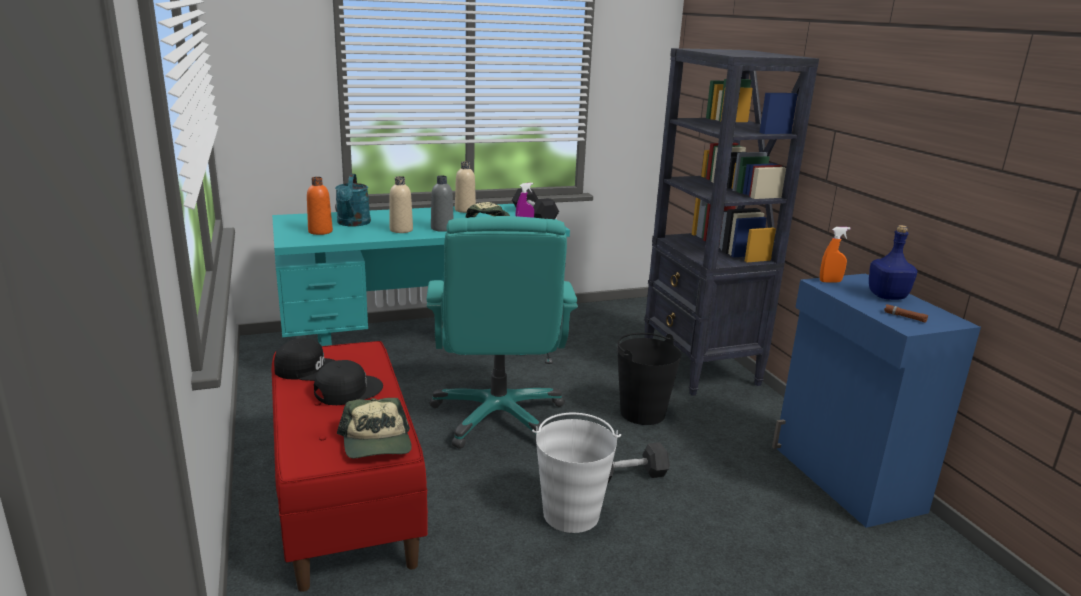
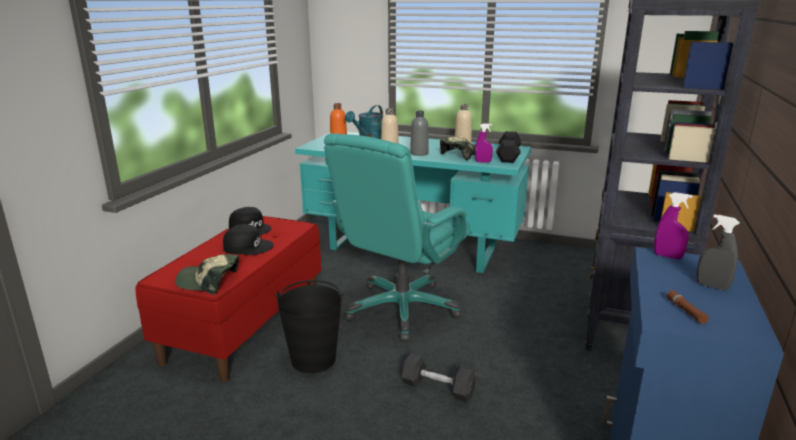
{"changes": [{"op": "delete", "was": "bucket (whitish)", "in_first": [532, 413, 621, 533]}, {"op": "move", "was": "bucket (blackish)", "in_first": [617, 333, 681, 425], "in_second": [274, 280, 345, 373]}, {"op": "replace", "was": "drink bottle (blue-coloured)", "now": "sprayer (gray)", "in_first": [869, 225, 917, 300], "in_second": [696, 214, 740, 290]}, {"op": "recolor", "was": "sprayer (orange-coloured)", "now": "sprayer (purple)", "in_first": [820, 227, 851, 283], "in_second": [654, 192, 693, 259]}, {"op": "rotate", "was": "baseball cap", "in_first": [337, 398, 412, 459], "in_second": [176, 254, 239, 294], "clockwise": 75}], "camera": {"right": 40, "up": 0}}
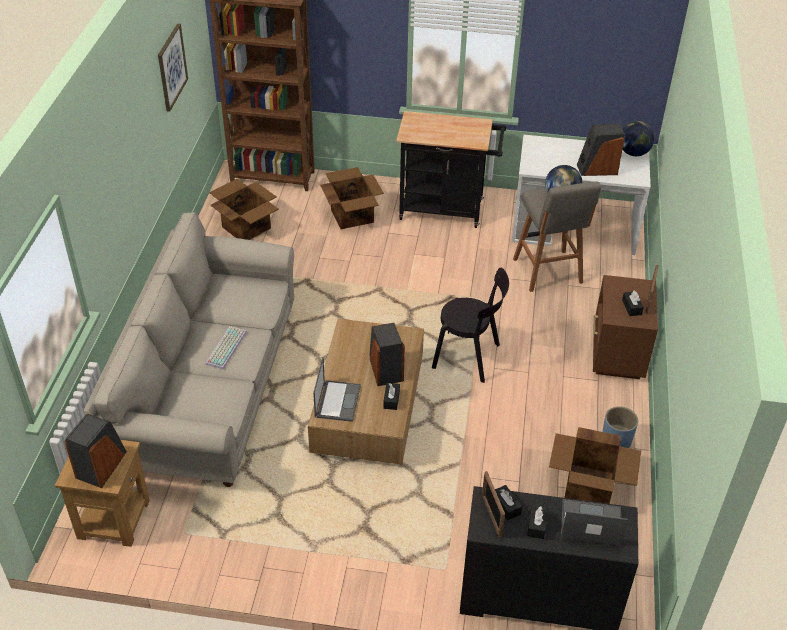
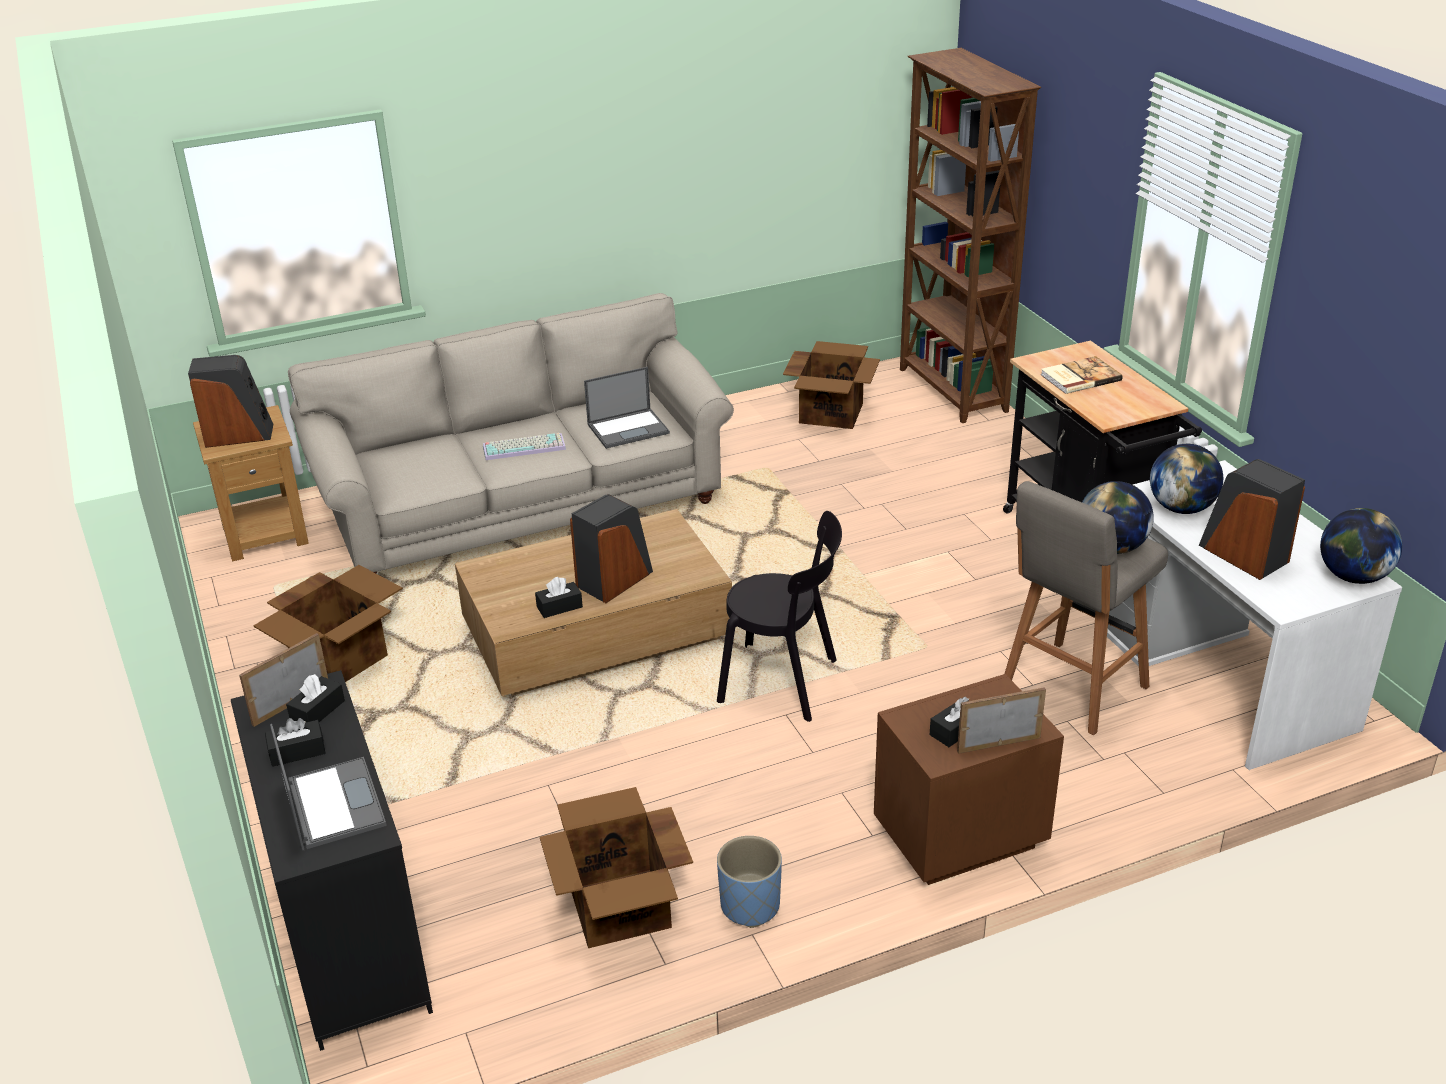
{"changes": [{"op": "delete", "was": "picture", "in_first": [158, 23, 188, 112]}, {"op": "insert", "now": "bound book", "in_second": [1040, 356, 1122, 394]}, {"op": "insert", "now": "desk globe", "in_second": [1150, 444, 1223, 514]}, {"op": "move", "was": "notebook computer", "in_first": [313, 357, 361, 422], "in_second": [584, 367, 670, 449]}, {"op": "move", "was": "cardboard box", "in_first": [320, 167, 384, 229], "in_second": [253, 565, 403, 682]}, {"op": "rotate", "was": "upright chair (blackish)", "in_first": [432, 268, 509, 383], "in_second": [717, 511, 842, 722], "clockwise": -60}], "camera": {"right": 60, "up": -10}}
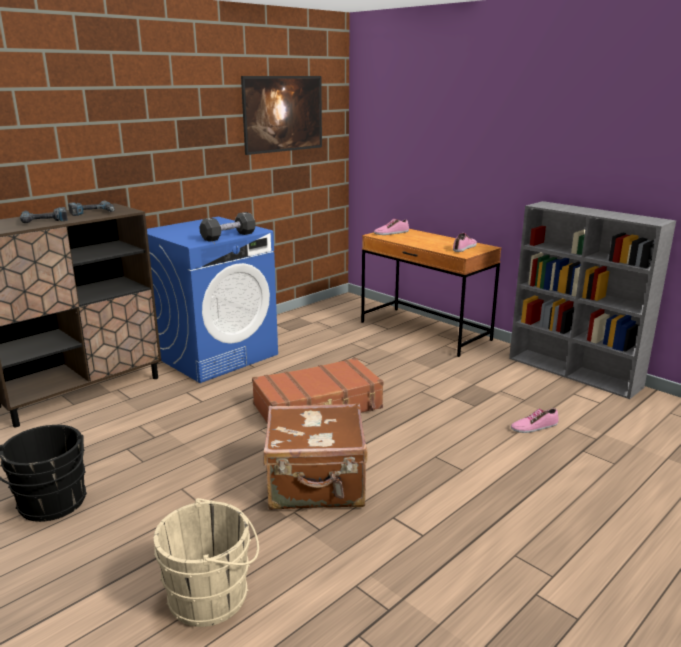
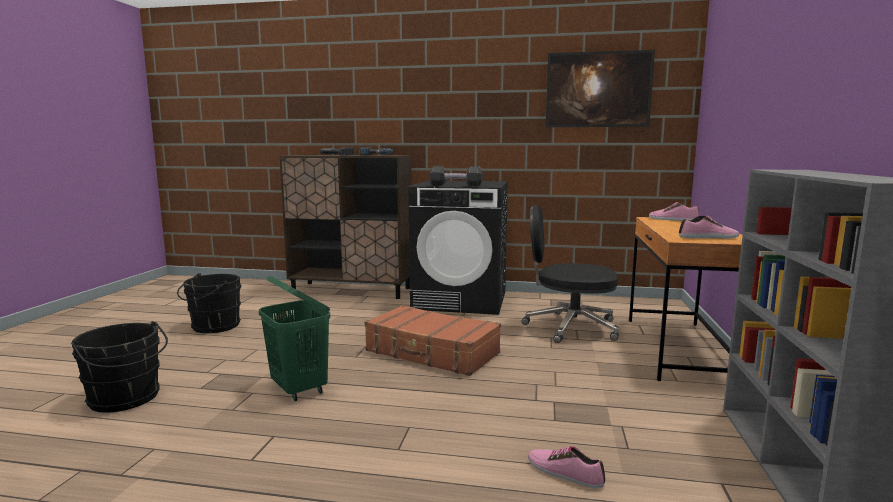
{"changes": [{"op": "insert", "now": "desk chair (blackish)", "in_second": [522, 205, 619, 343]}, {"op": "replace", "was": "travel case (brown)", "now": "washing basket (green)", "in_first": [264, 403, 368, 510], "in_second": [259, 276, 330, 401]}, {"op": "recolor", "was": "laundry appliance (blue-coloured)", "now": "laundry appliance (blackish)", "in_first": [147, 217, 278, 383], "in_second": [408, 180, 508, 315]}, {"op": "recolor", "was": "bucket (sand-coloured)", "now": "bucket (blackish)", "in_first": [154, 498, 259, 627], "in_second": [71, 321, 168, 412]}], "camera": {"right": 55, "up": -10}}
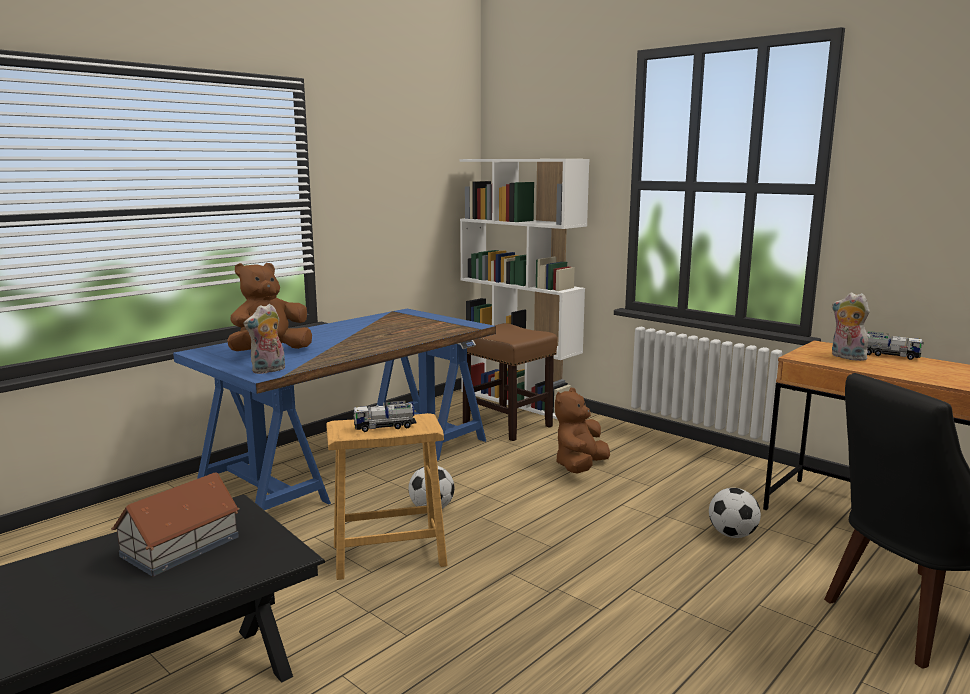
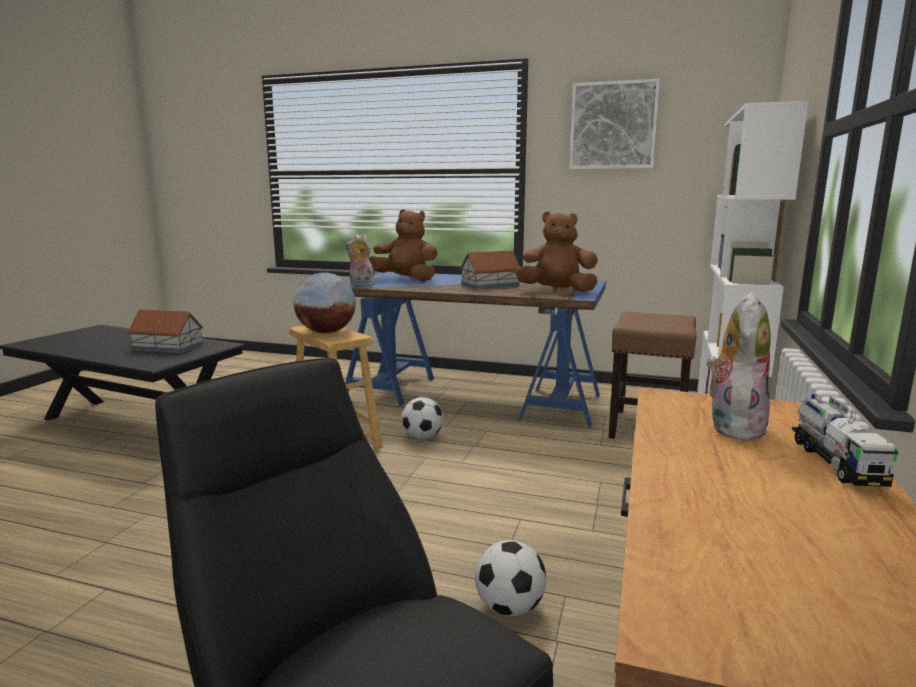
{"changes": [{"op": "insert", "now": "model house", "in_second": [460, 251, 520, 289]}, {"op": "insert", "now": "picture", "in_second": [569, 79, 660, 169]}, {"op": "move", "was": "plush toy (brown)", "in_first": [555, 388, 610, 474], "in_second": [515, 211, 598, 292]}, {"op": "replace", "was": "toy lorry", "now": "desk globe", "in_first": [352, 400, 416, 432], "in_second": [293, 272, 356, 333]}], "camera": {"right": 65, "up": 0}}
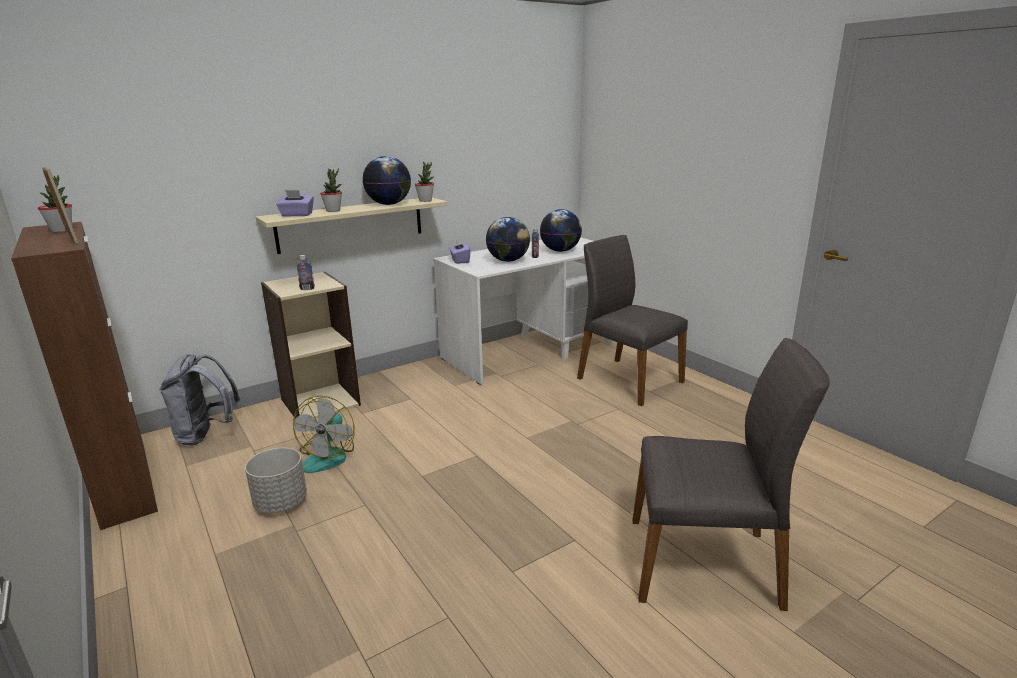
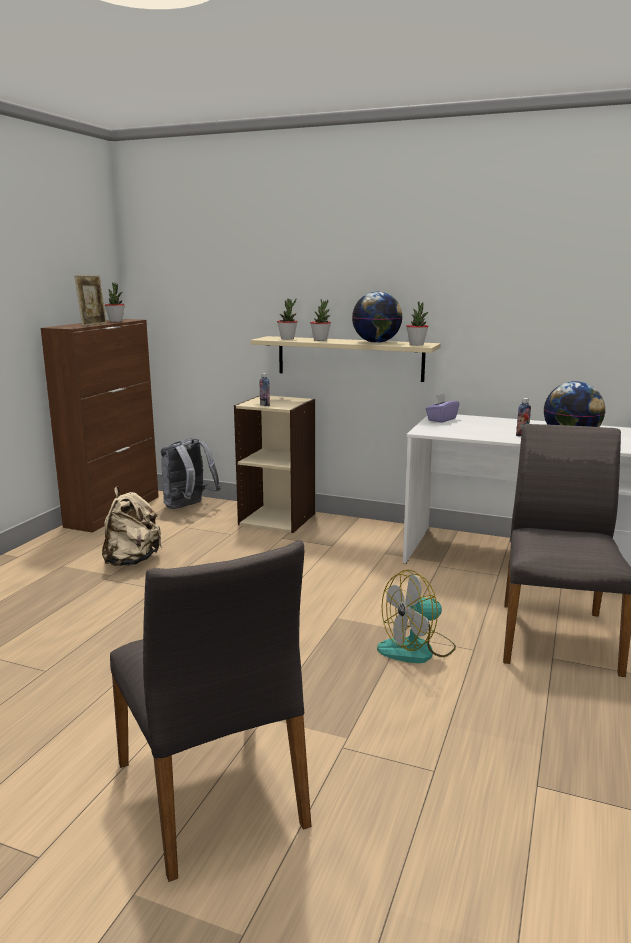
{"changes": [{"op": "delete", "was": "desk globe", "in_first": [486, 217, 530, 262]}, {"op": "move", "was": "fan", "in_first": [293, 395, 355, 473], "in_second": [377, 569, 456, 663]}, {"op": "replace", "was": "flower pot (gray)", "now": "backpack (sand-coloured)", "in_first": [245, 448, 307, 513], "in_second": [102, 486, 162, 566]}, {"op": "replace", "was": "box of tissues (purple)", "now": "houseplant", "in_first": [276, 190, 314, 217], "in_second": [277, 299, 298, 340]}], "camera": {"right": 55, "up": -5}}
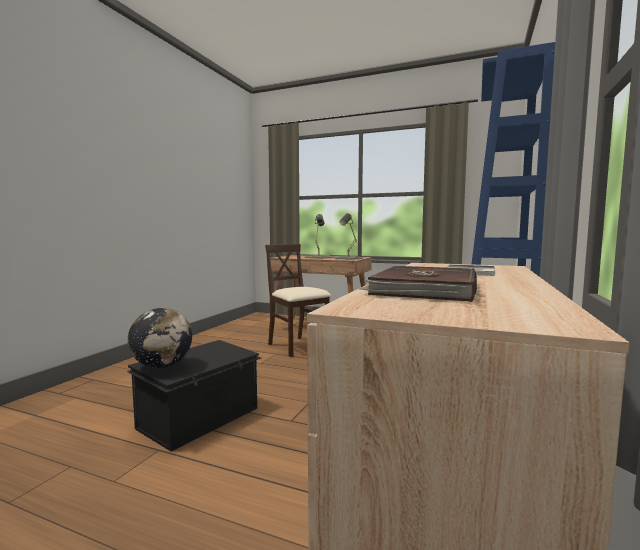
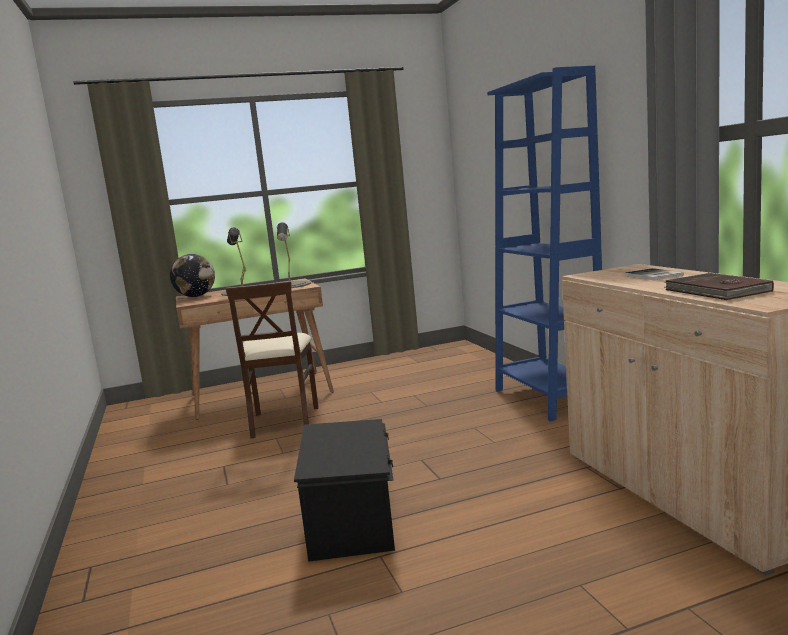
{"changes": [{"op": "move", "was": "desk globe", "in_first": [128, 308, 192, 368], "in_second": [170, 254, 215, 297]}, {"op": "rotate", "was": "upright chair (sand-coloured)", "in_first": [265, 244, 331, 357], "in_second": [226, 281, 319, 439], "clockwise": -105}], "camera": {"right": -40, "up": 5}}
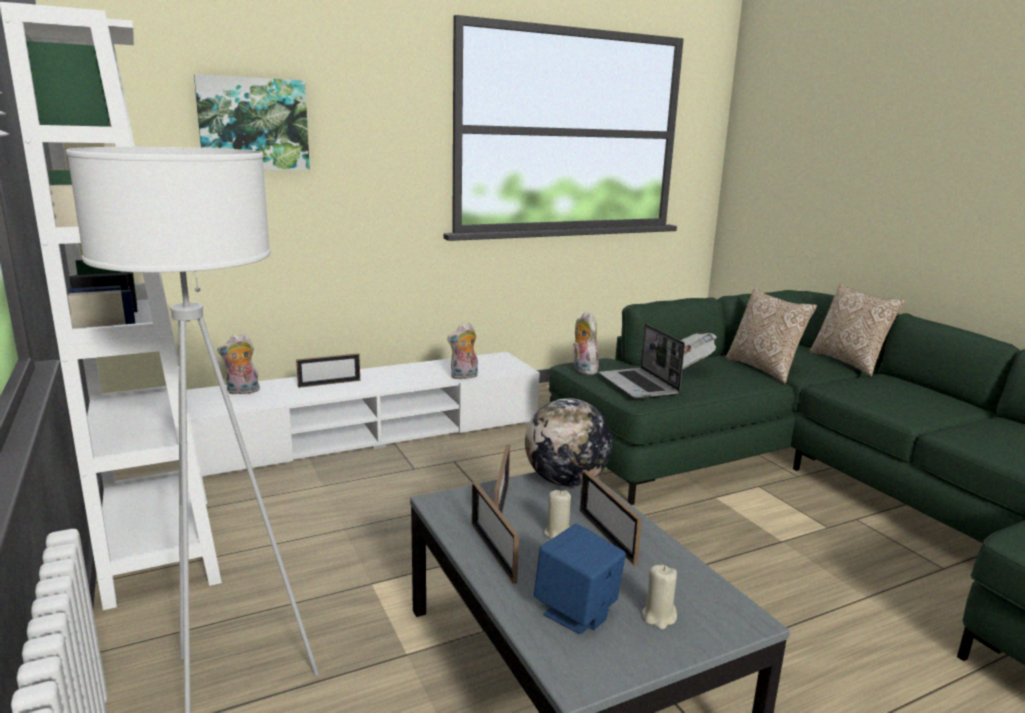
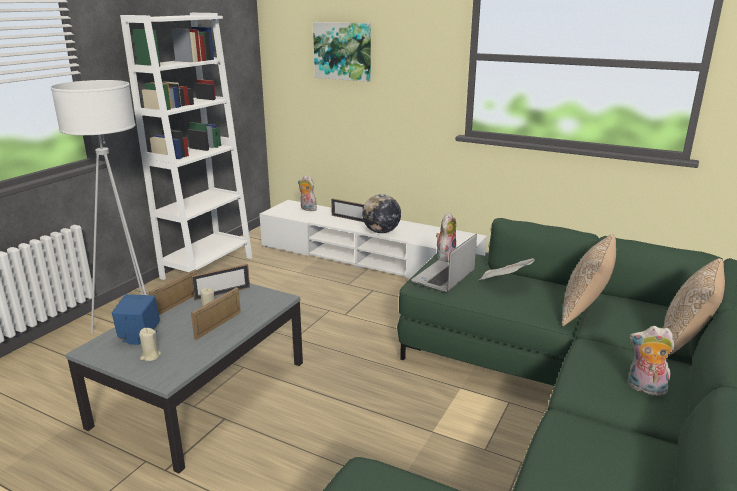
{"changes": [{"op": "move", "was": "plush toy", "in_first": [447, 323, 478, 379], "in_second": [628, 326, 675, 396]}, {"op": "move", "was": "desk globe", "in_first": [525, 398, 612, 486], "in_second": [362, 194, 401, 233]}], "camera": {"right": 55, "up": 5}}
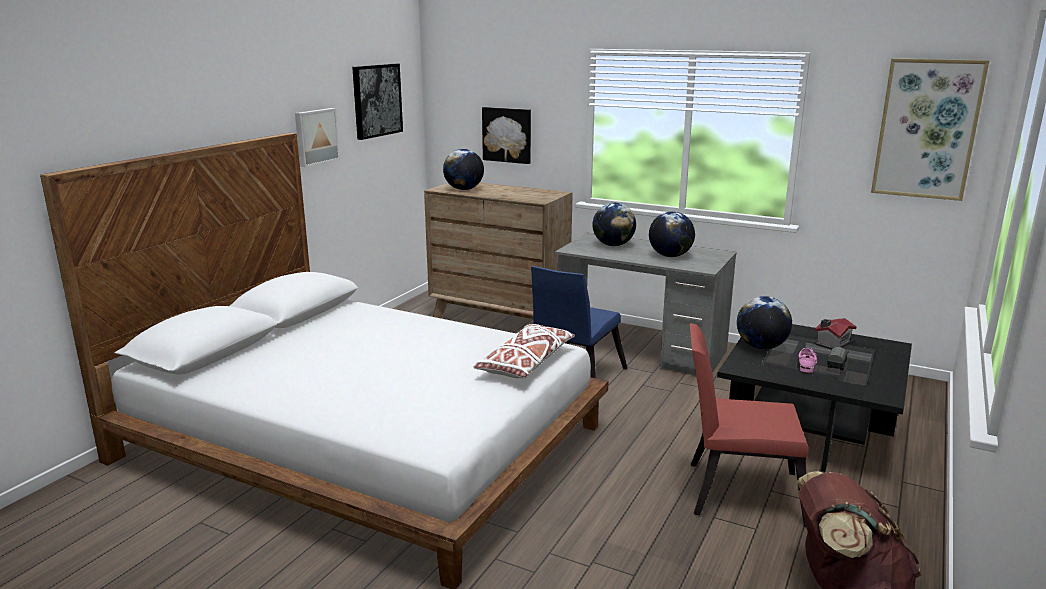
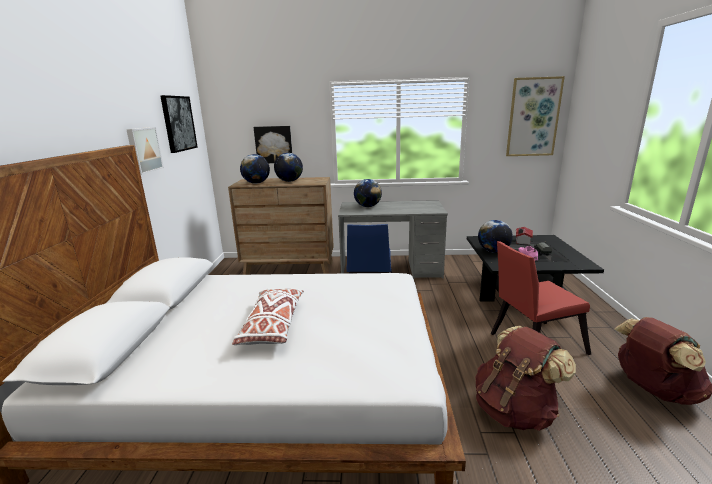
{"changes": [{"op": "insert", "now": "backpack (brown)", "in_second": [475, 326, 576, 431]}, {"op": "move", "was": "pillow (whitish)", "in_first": [474, 324, 575, 378], "in_second": [232, 289, 304, 345]}, {"op": "move", "was": "desk globe", "in_first": [649, 211, 695, 257], "in_second": [274, 153, 303, 182]}], "camera": {"right": -25, "up": 0}}
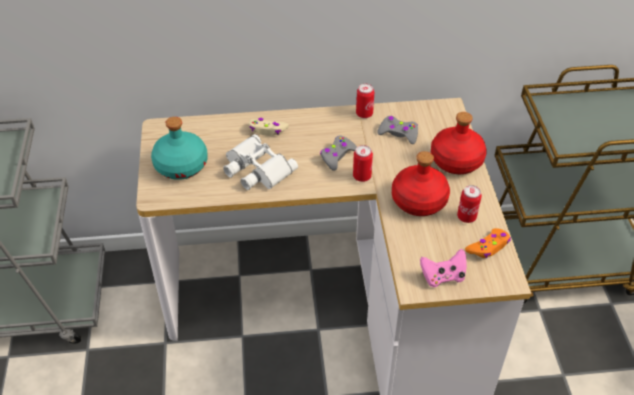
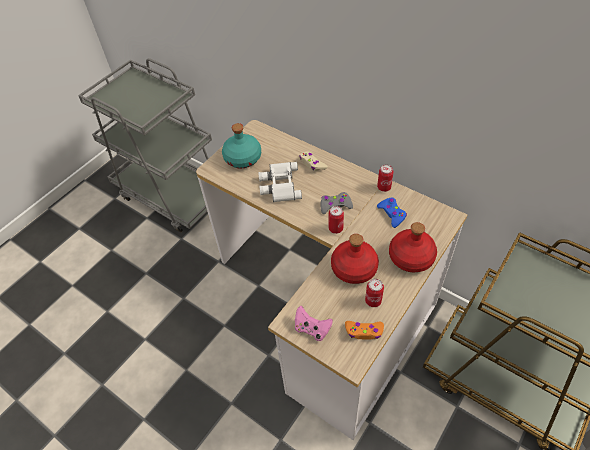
{"changes": [{"op": "recolor", "was": "joypad (gray)", "now": "joypad (blue-coloured)", "in_first": [377, 116, 418, 144], "in_second": [377, 198, 407, 228]}], "camera": {"right": 45, "up": 5}}
